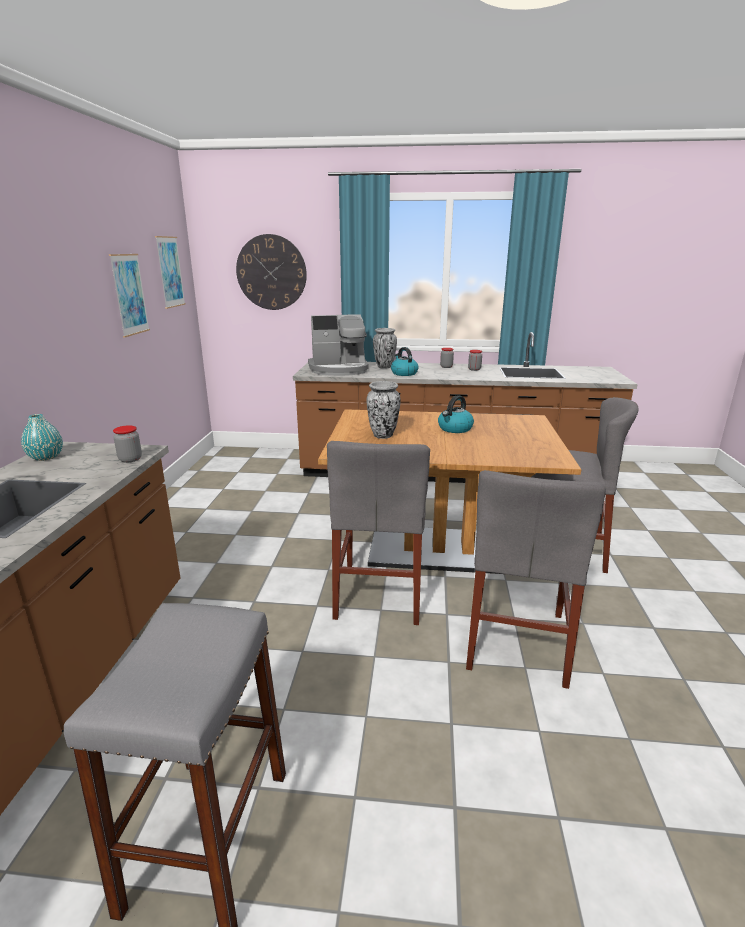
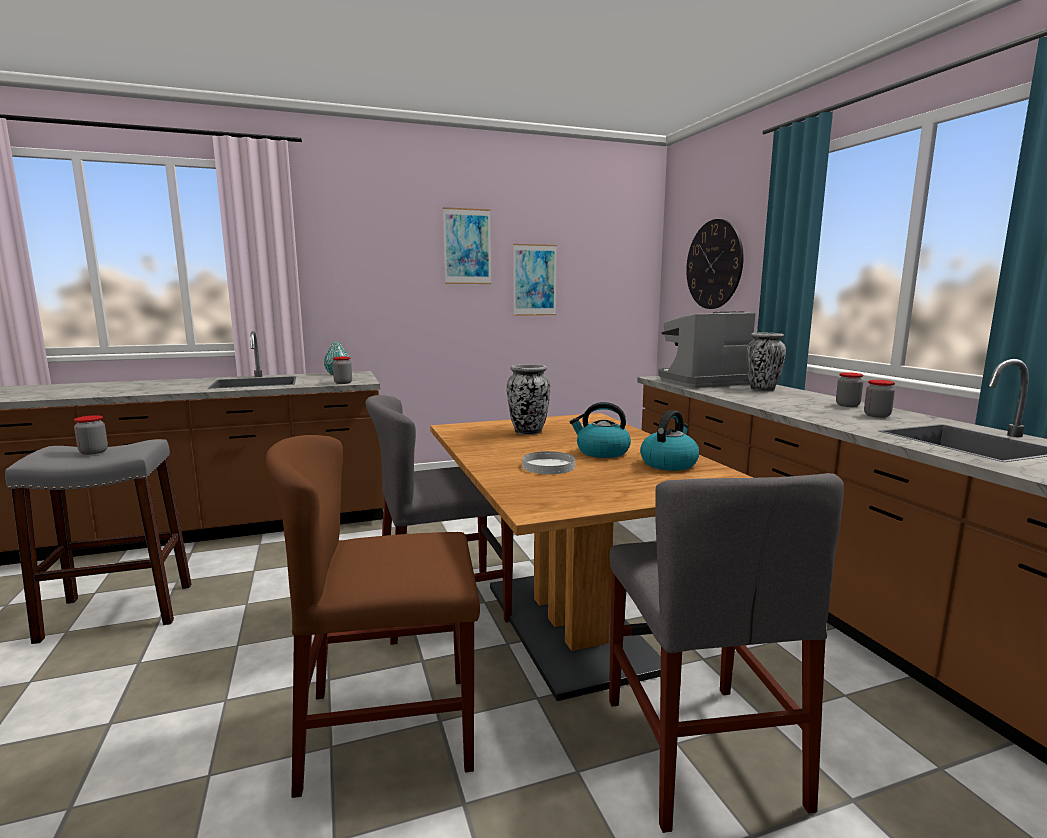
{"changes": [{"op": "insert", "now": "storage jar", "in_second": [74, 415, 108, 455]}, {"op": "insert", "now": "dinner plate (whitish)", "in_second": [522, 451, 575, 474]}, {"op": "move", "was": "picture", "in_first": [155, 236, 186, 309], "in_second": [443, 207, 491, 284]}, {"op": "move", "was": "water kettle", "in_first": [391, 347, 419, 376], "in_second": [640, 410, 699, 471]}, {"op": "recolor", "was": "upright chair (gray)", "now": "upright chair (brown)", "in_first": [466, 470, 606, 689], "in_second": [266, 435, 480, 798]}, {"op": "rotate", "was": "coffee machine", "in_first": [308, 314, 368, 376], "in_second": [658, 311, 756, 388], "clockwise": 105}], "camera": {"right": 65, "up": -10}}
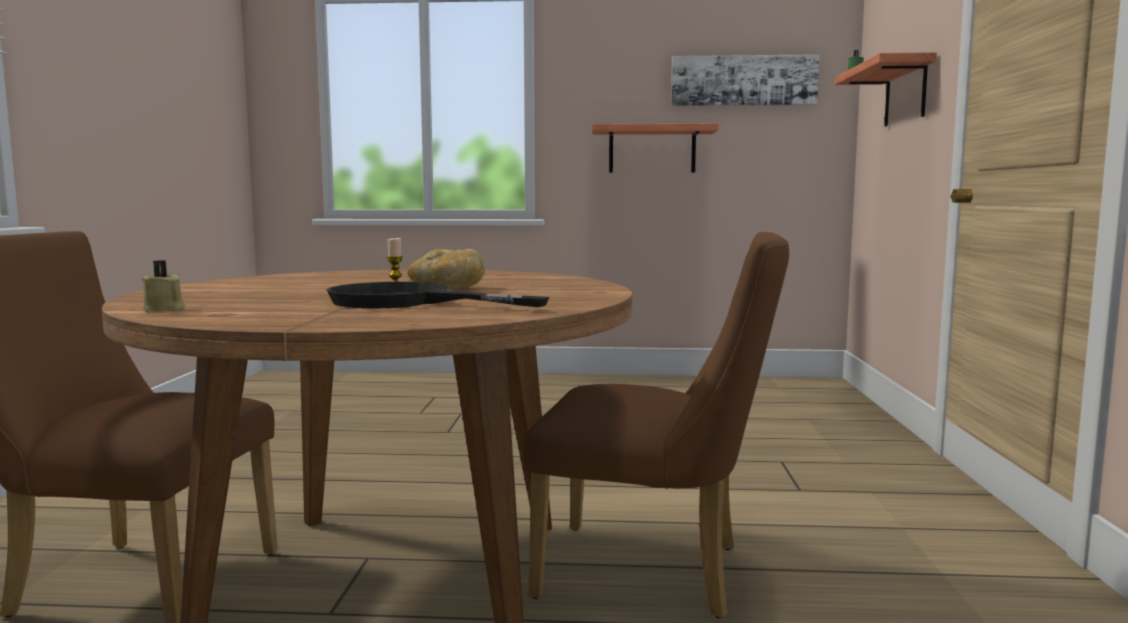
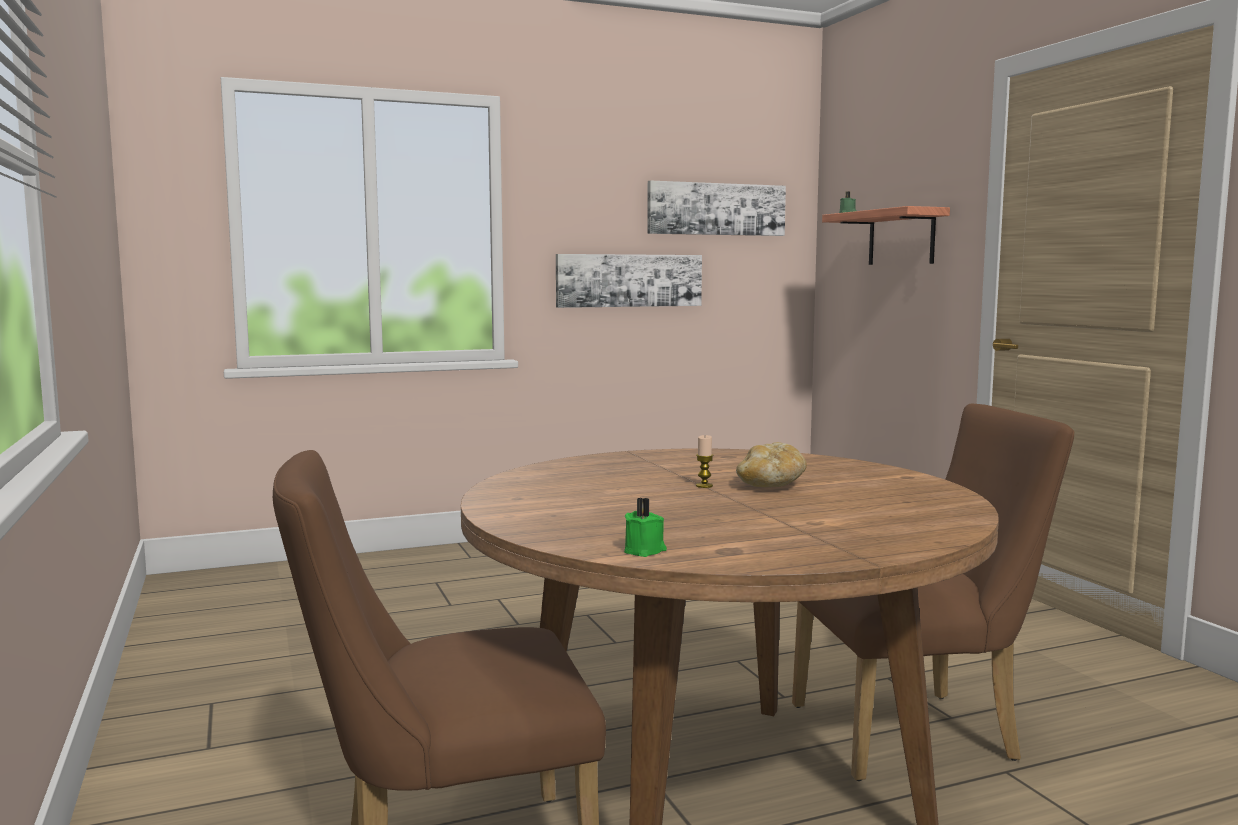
{"changes": [{"op": "delete", "was": "skillet (blackish)", "in_first": [326, 282, 549, 308]}, {"op": "replace", "was": "shelf", "now": "picture", "in_first": [592, 123, 718, 173], "in_second": [556, 254, 702, 308]}, {"op": "recolor", "was": "candle (sand-coloured)", "now": "candle (green)", "in_first": [142, 260, 185, 312], "in_second": [624, 498, 667, 557]}], "camera": {"right": -25, "up": 0}}
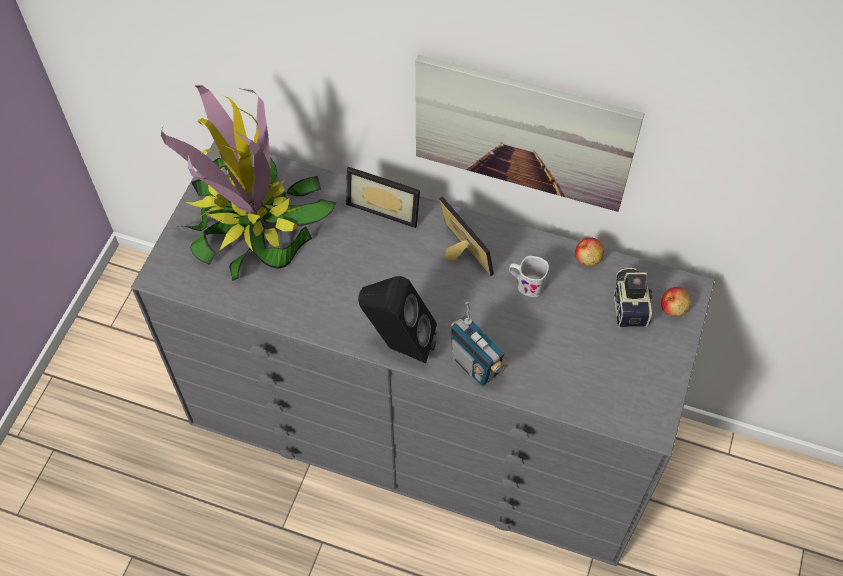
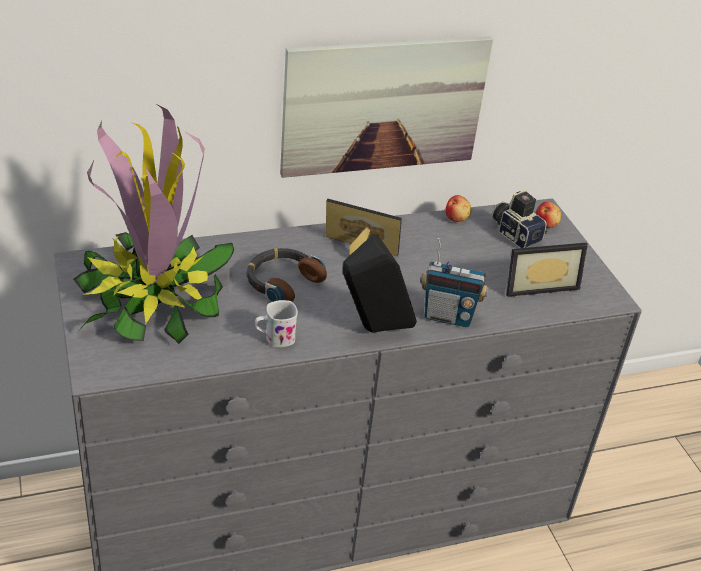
{"changes": [{"op": "insert", "now": "headphones", "in_second": [247, 248, 327, 302]}, {"op": "move", "was": "standing frame", "in_first": [346, 167, 420, 228], "in_second": [506, 243, 588, 297]}, {"op": "move", "was": "mug (whitish)", "in_first": [509, 256, 549, 297], "in_second": [255, 300, 298, 347]}], "camera": {"right": -40, "up": -20}}
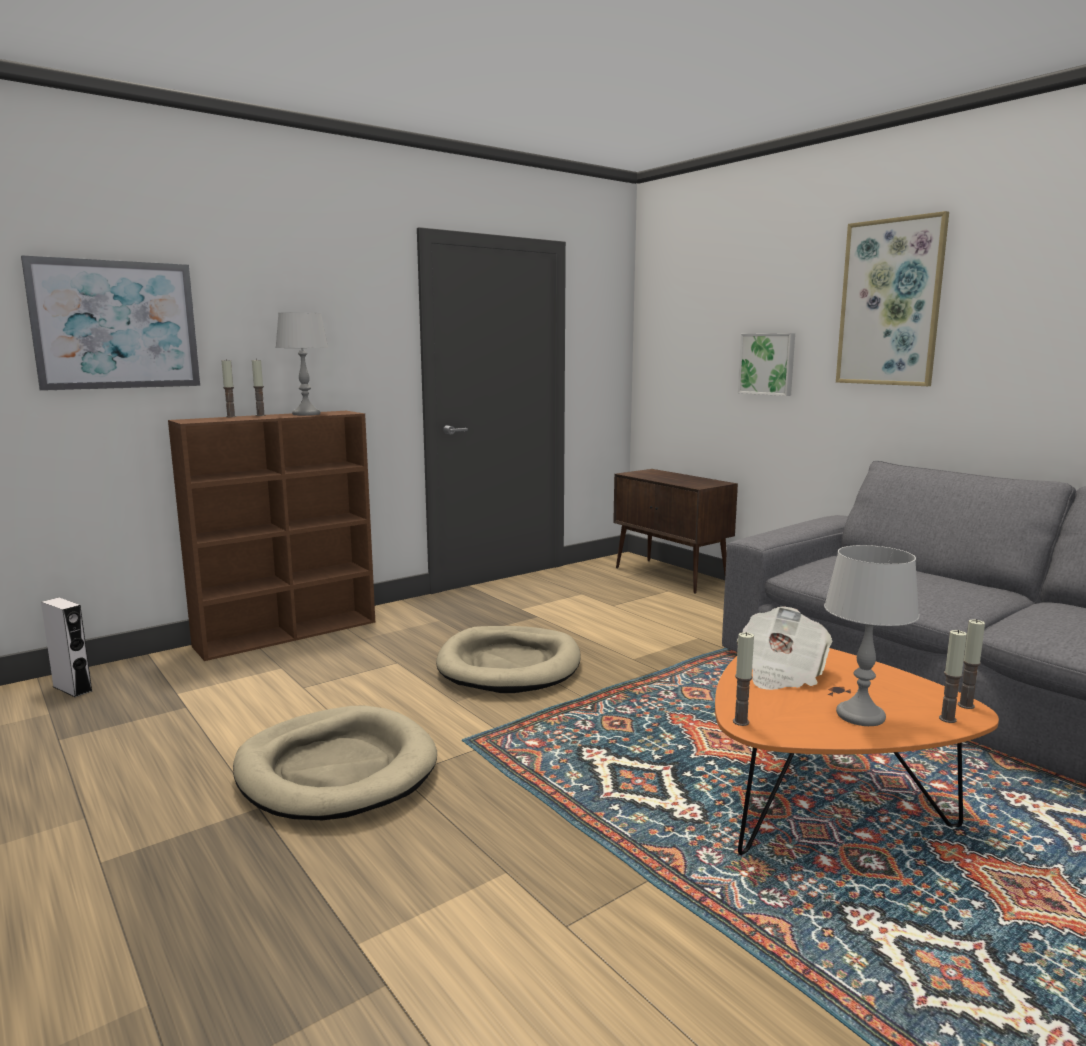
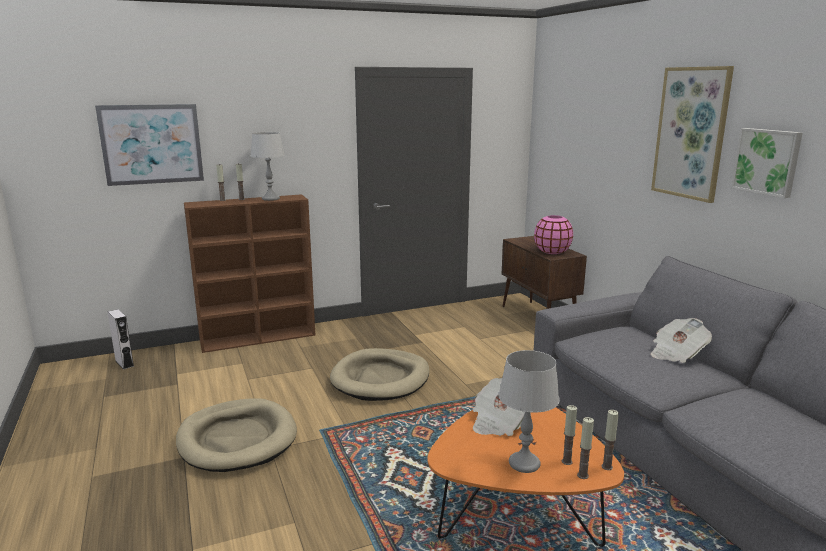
{"changes": [{"op": "insert", "now": "decorative vase (pink)", "in_second": [534, 215, 573, 254]}, {"op": "insert", "now": "newspaper", "in_second": [651, 318, 712, 363]}, {"op": "move", "was": "candle", "in_first": [733, 632, 754, 726], "in_second": [562, 405, 577, 465]}, {"op": "move", "was": "picture", "in_first": [738, 333, 795, 396], "in_second": [731, 128, 802, 198]}], "camera": {"right": 15, "up": 5}}
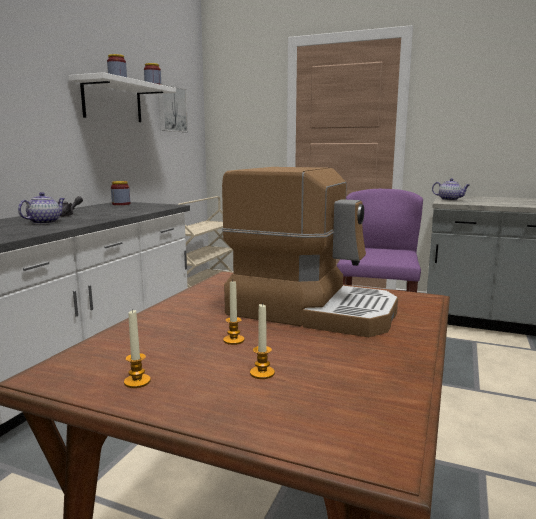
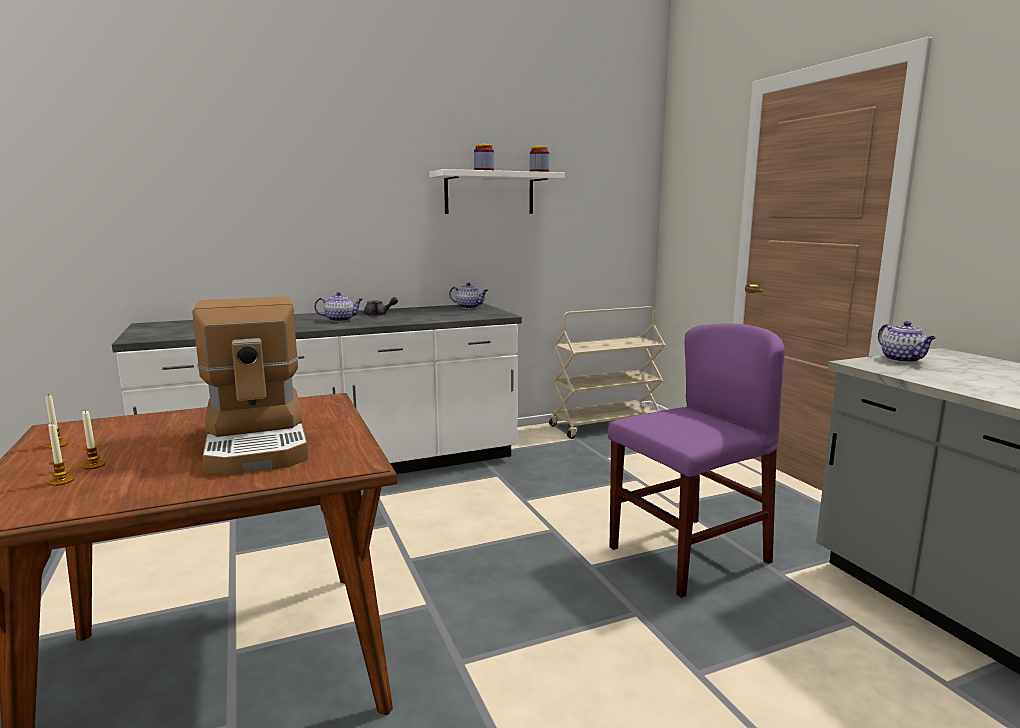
{"changes": [{"op": "delete", "was": "picture", "in_first": [158, 84, 188, 132]}, {"op": "move", "was": "candle", "in_first": [223, 282, 245, 345], "in_second": [48, 423, 74, 486]}, {"op": "replace", "was": "storage jar", "now": "pot for tea", "in_first": [111, 181, 130, 205], "in_second": [449, 283, 488, 309]}], "camera": {"right": 45, "up": 0}}
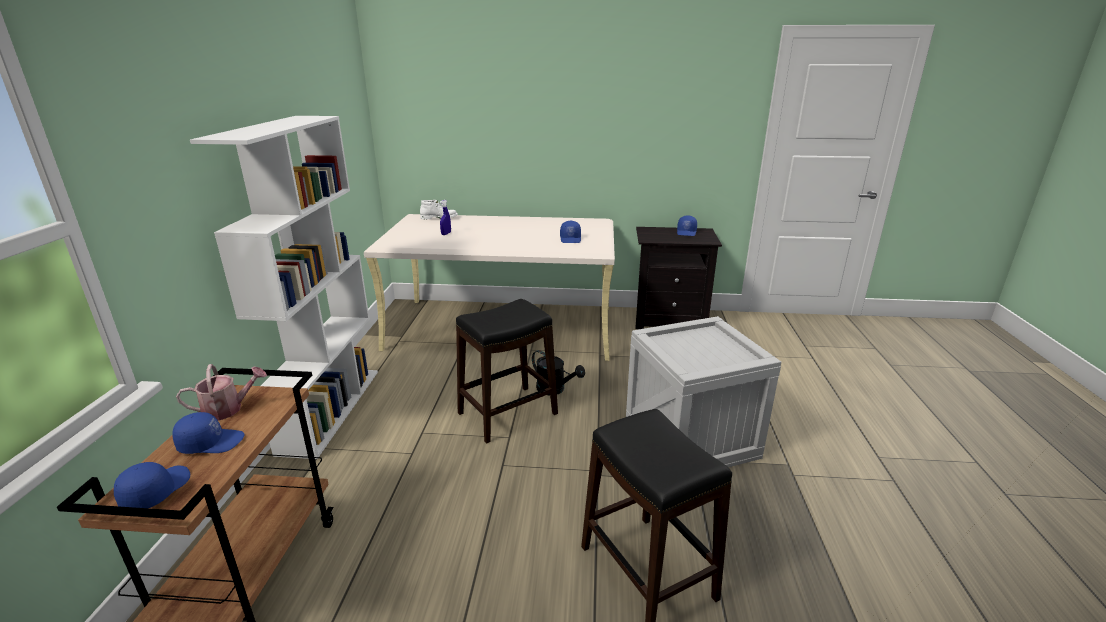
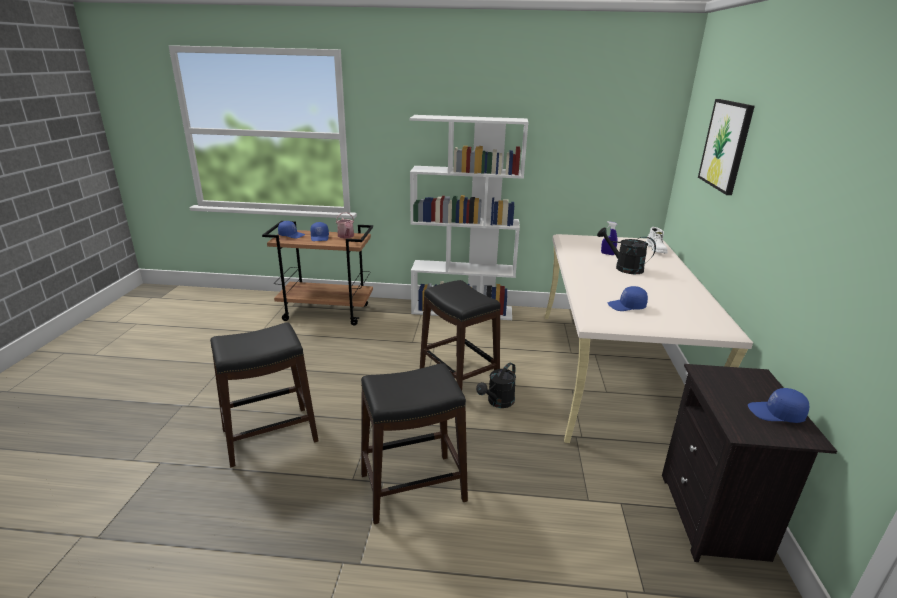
{"changes": [{"op": "insert", "now": "sprinkling can (blackish)", "in_second": [597, 228, 656, 274]}, {"op": "insert", "now": "picture", "in_second": [698, 99, 755, 195]}, {"op": "replace", "was": "packing crate", "now": "stool (blackish)", "in_first": [626, 316, 781, 467], "in_second": [361, 363, 468, 524]}], "camera": {"right": 90, "up": 0}}
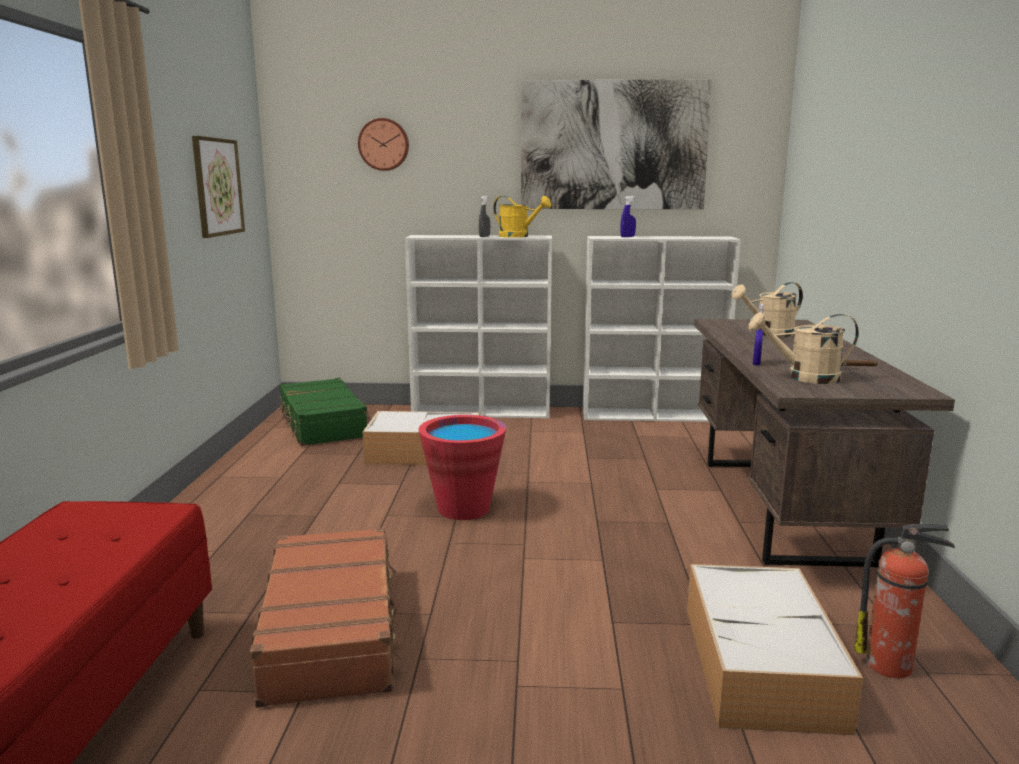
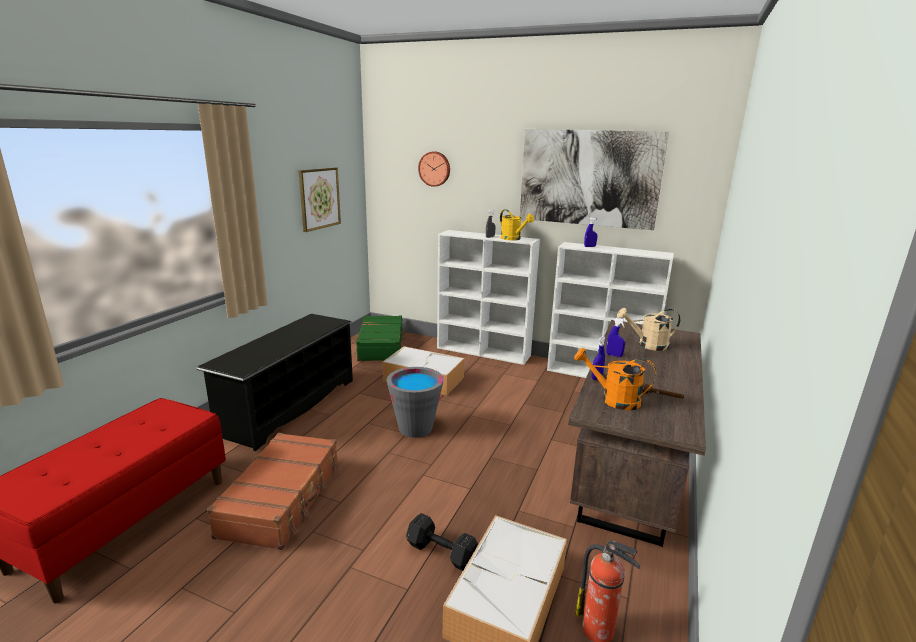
{"changes": [{"op": "insert", "now": "shoe shelf (blackish)", "in_second": [196, 314, 353, 451]}, {"op": "insert", "now": "dumbbell (blackish)", "in_second": [406, 513, 478, 571]}, {"op": "insert", "now": "sprayer (blue-coloured)", "in_second": [606, 318, 626, 357]}, {"op": "recolor", "was": "bucket (red-coloured)", "now": "bucket (gray)", "in_first": [419, 415, 506, 520], "in_second": [387, 367, 444, 438]}, {"op": "recolor", "was": "sprinkling can (sand-coloured)", "now": "sprinkling can (orange-coloured)", "in_first": [748, 312, 859, 384], "in_second": [574, 348, 656, 411]}], "camera": {"right": 20, "up": 5}}
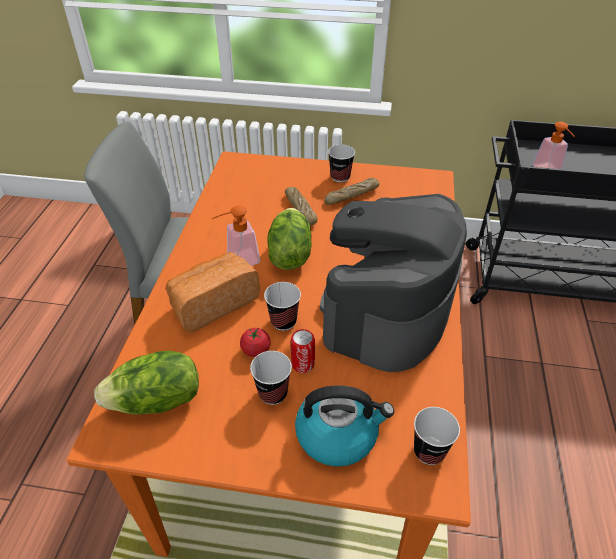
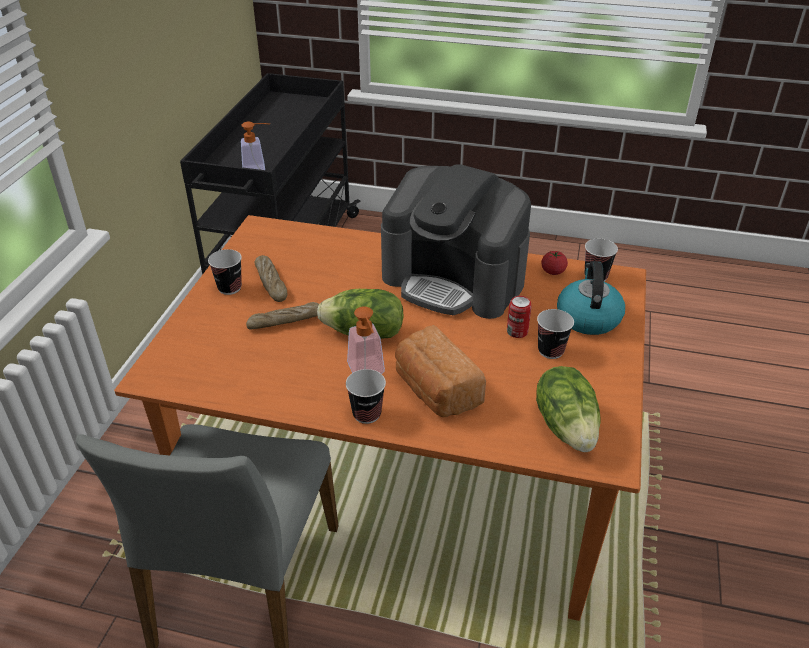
{"changes": [{"op": "move", "was": "tomato", "in_first": [240, 328, 271, 357], "in_second": [541, 251, 568, 275]}, {"op": "move", "was": "drinking cup", "in_first": [264, 282, 301, 331], "in_second": [346, 369, 386, 424]}], "camera": {"right": -85, "up": -5}}
